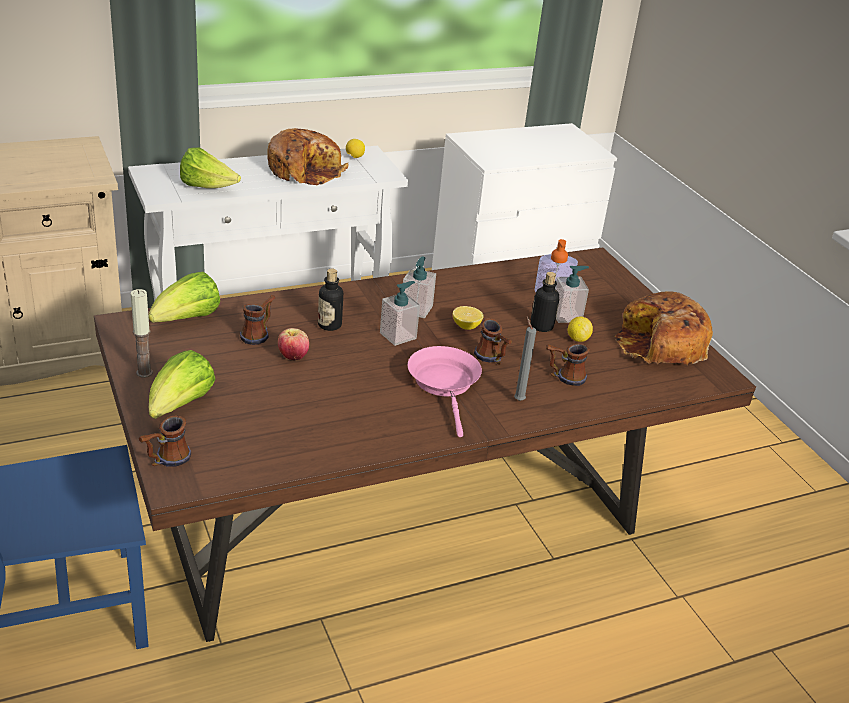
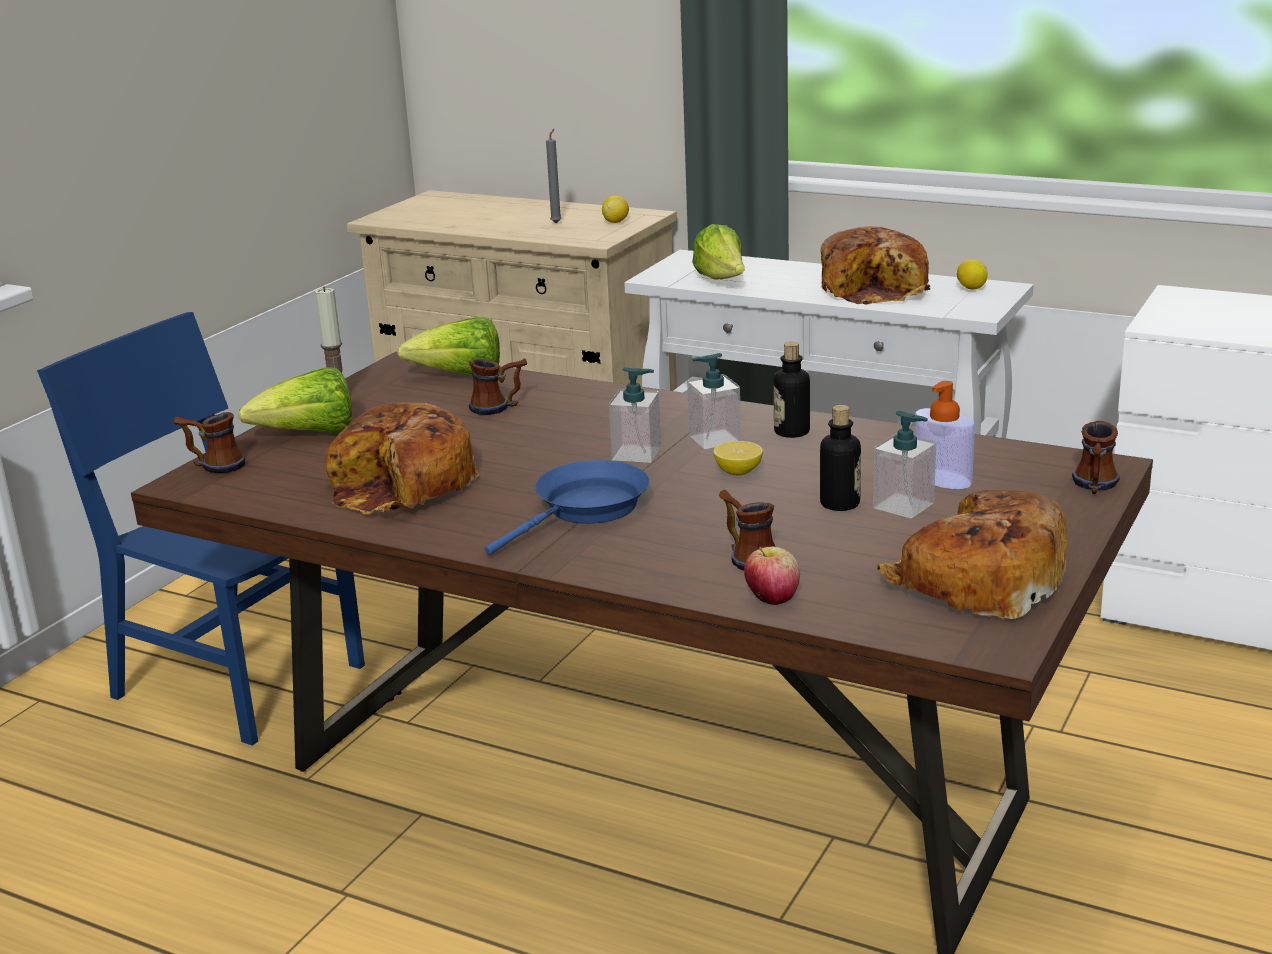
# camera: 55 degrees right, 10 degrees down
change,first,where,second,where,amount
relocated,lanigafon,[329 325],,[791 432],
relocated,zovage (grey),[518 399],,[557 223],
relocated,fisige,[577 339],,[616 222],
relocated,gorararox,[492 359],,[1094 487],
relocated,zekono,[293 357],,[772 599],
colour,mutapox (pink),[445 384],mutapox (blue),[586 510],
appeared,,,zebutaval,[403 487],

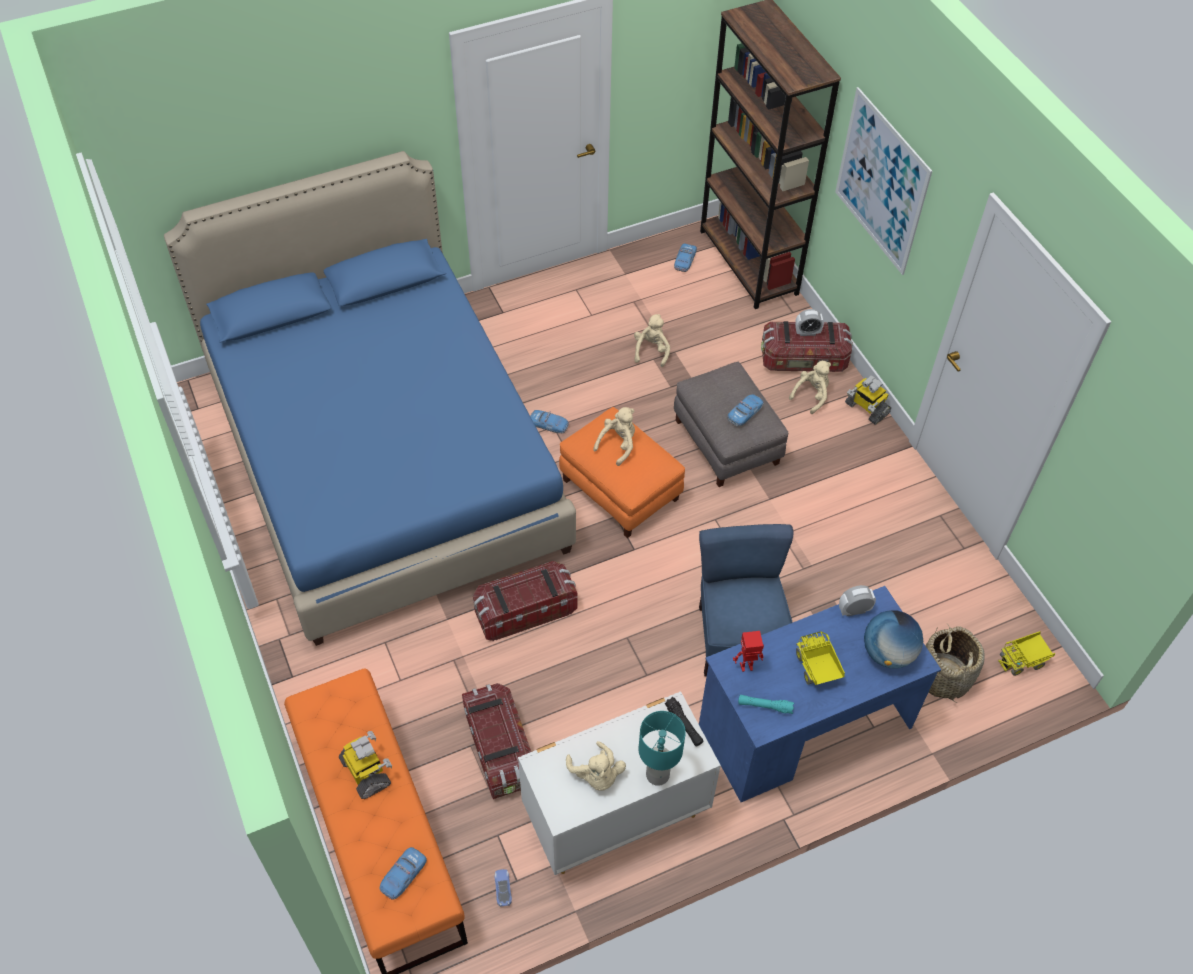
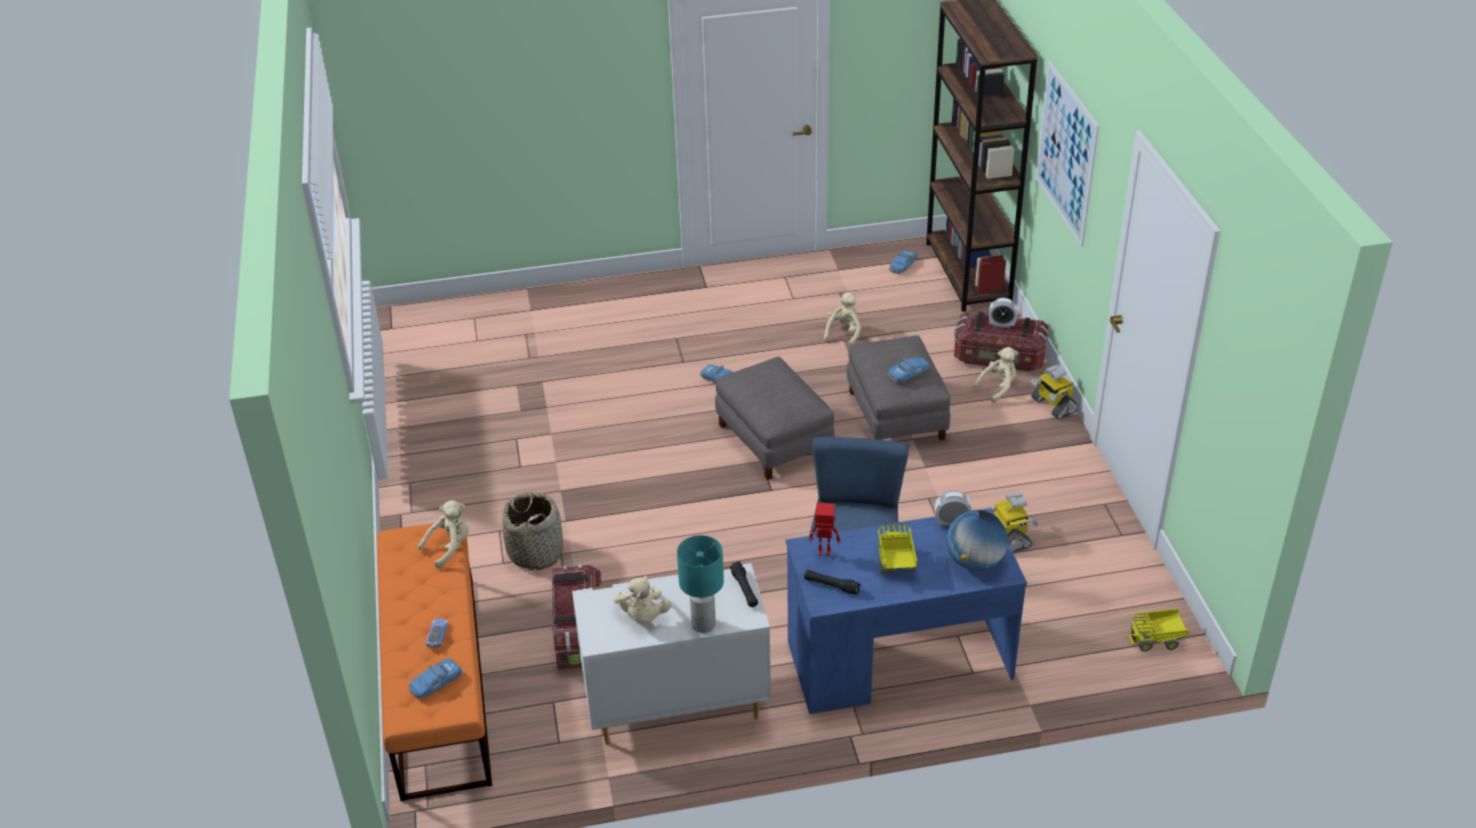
# camera: 15 degrees right, 15 degrees down
change,first,where,second,where,amount
missing,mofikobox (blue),[384 460],,,
colour,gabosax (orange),[621 489],gabosax (grey),[775 440],
relocated,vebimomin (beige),[618 444],,[449 547],
missing,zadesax,[525 611],,,
relocated,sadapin,[942 676],,[536 552],
colour,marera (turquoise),[765 706],marera (black),[831 586],
relocated,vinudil,[367 772],,[1009 536],
relocated,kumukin,[503 889],,[437 635],

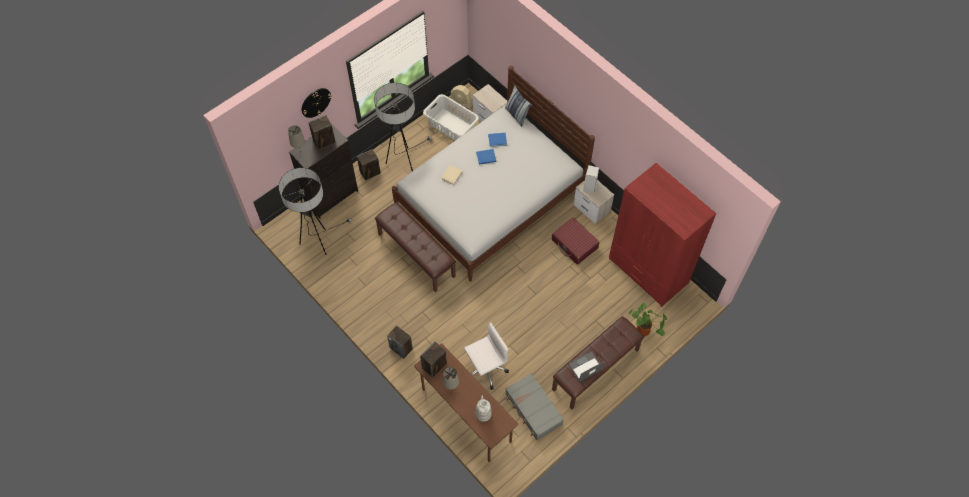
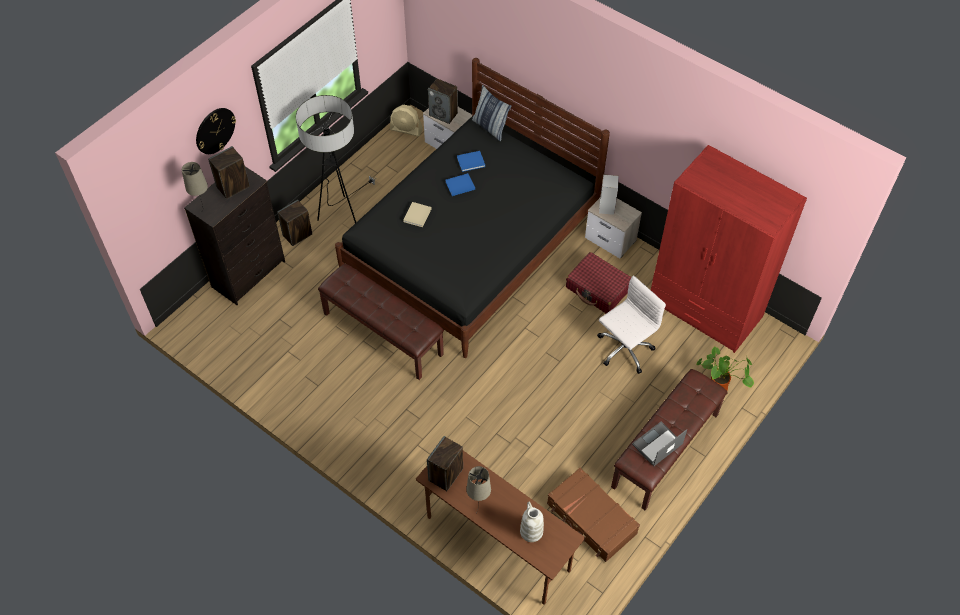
# camera: 10 degrees left, 5 degrees down
change,first,where,second,where,amount
colour,mofikobox (white),[490 199],mofikobox (black),[470 246],
missing,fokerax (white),[451 125],,,
missing,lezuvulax,[318 243],,,
relocated,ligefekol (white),[485 369],,[624 350],
relocated,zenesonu,[401 348],,[443 114],
colour,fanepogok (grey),[533 409],fanepogok (brown),[591 519],

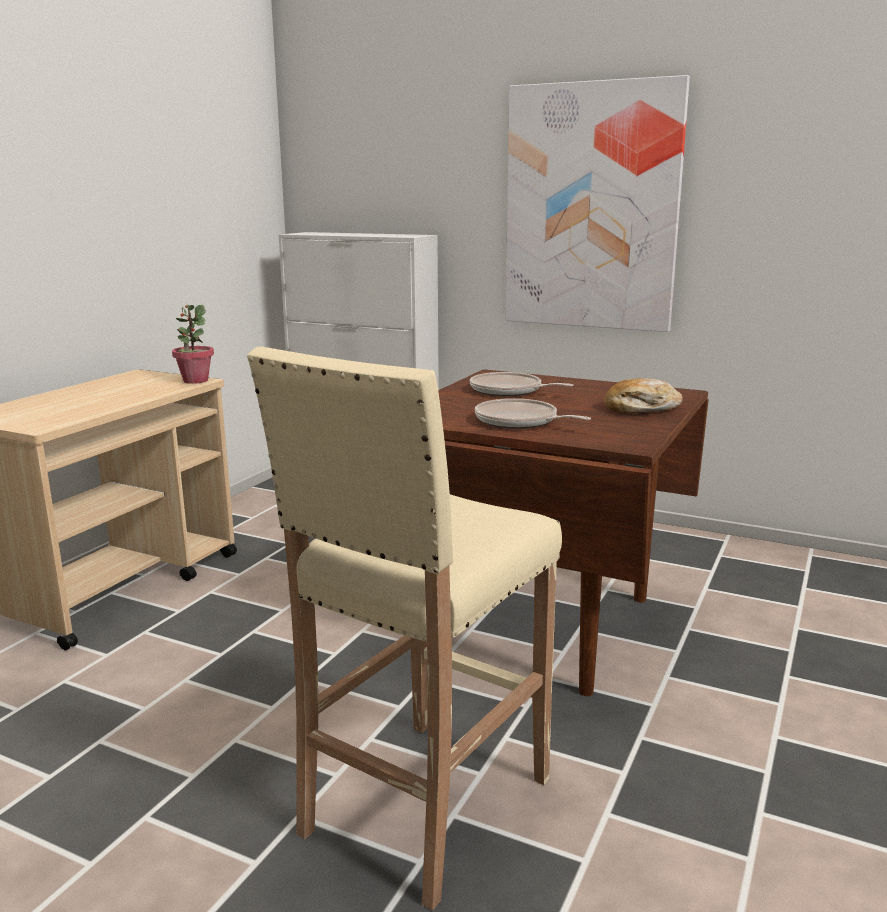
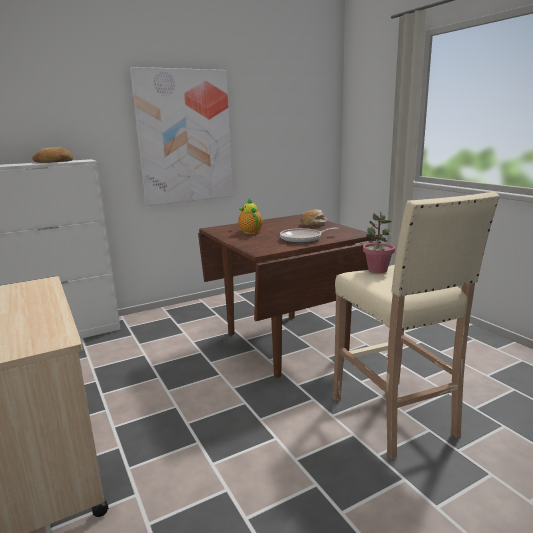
# camera: 55 degrees left, 0 degrees up
change,first,where,second,where,amount
relocated,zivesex,[195 380],,[377 270],
exchanged,mutapox,[509 391],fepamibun,[250 232],
appeared,,,zebutaval,[54 162],

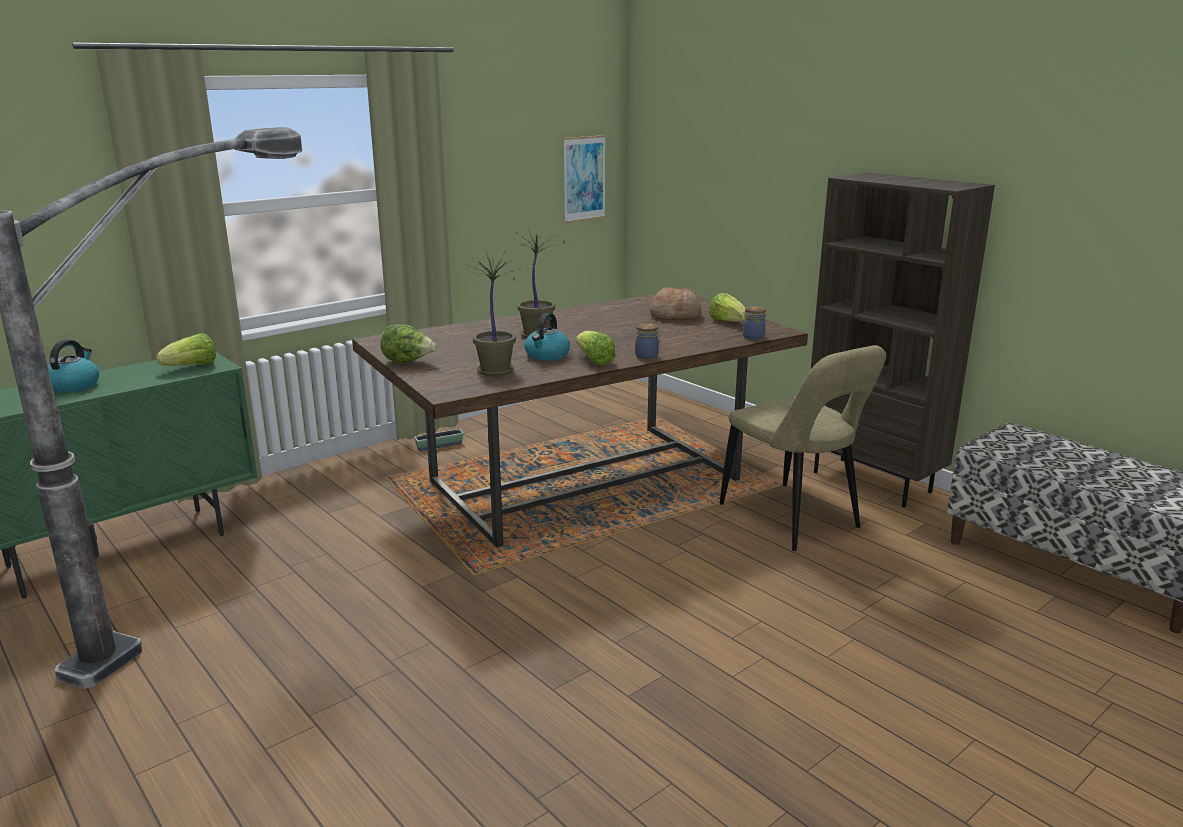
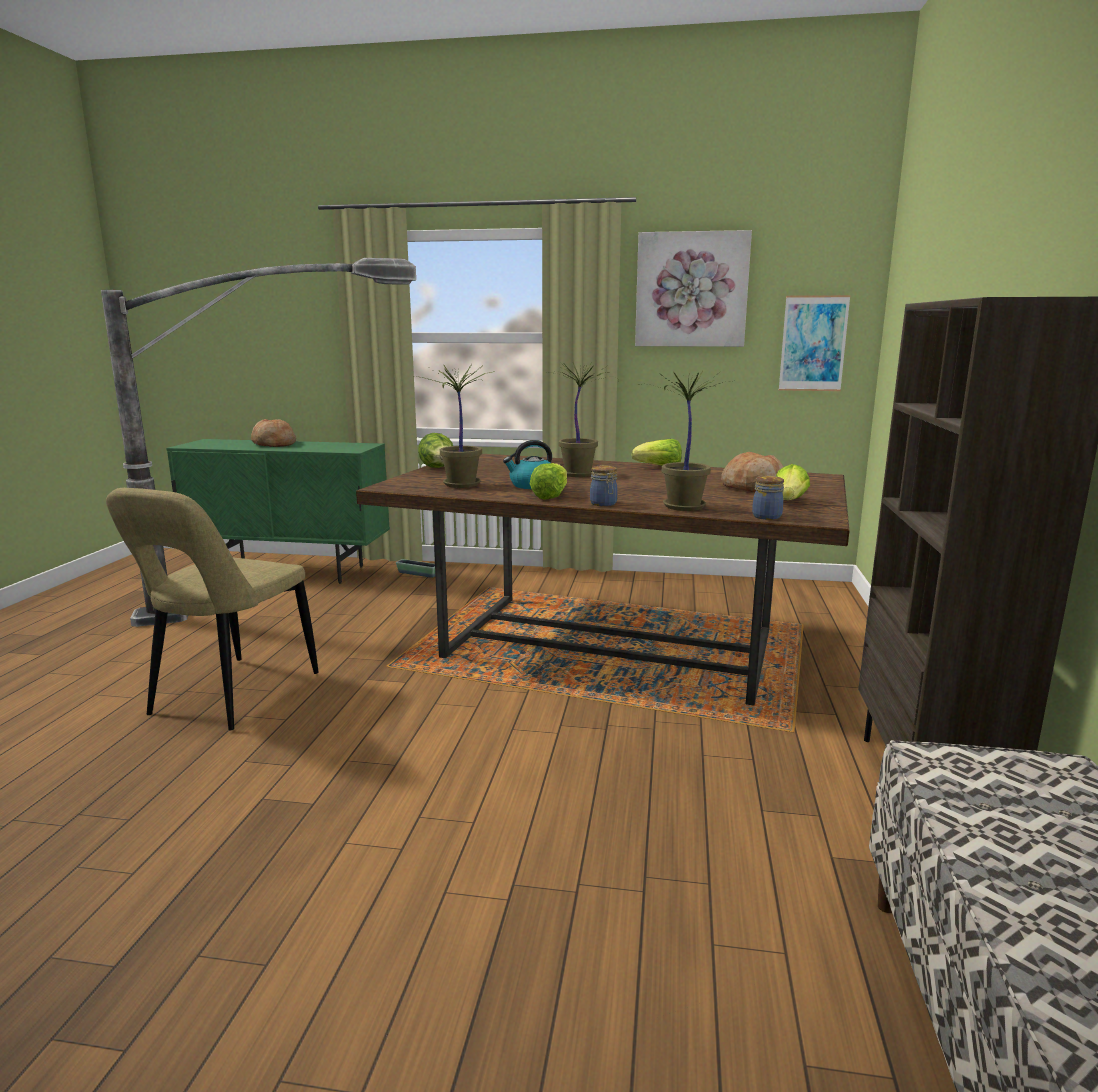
# camera: 50 degrees right, 5 degrees down
change,first,where,second,where,amount
relocated,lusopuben,[192 367],,[659 468],
exchanged,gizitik,[74 385],zebutaval,[274 444],
relocated,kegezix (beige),[793 519],,[230 696],
relocated,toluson,[439 446],,[417 574],
appeared,,,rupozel,[691 290],
appeared,,,zivesex,[682 506],

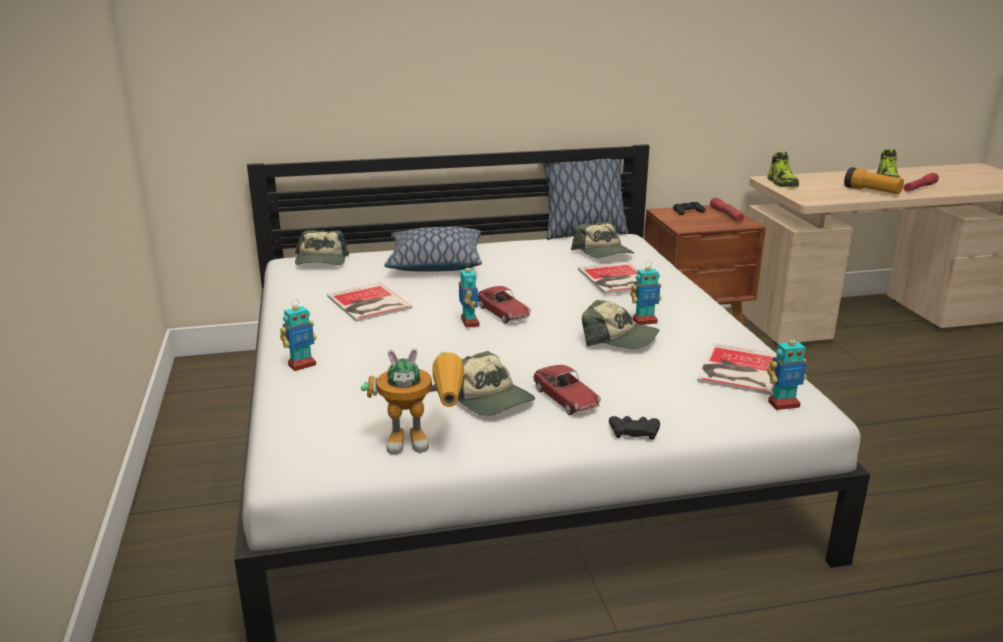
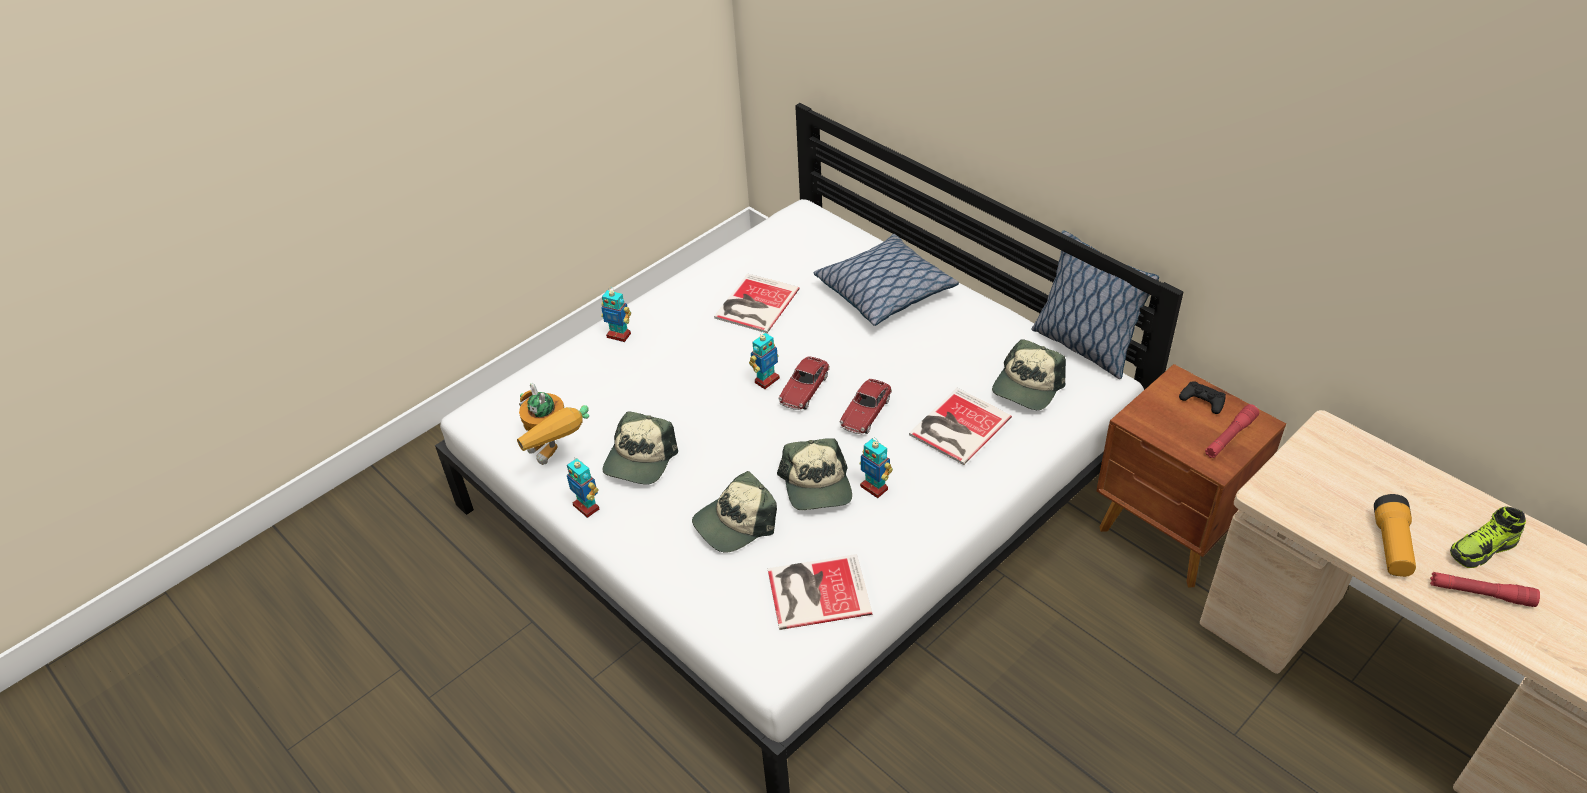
# camera: 60 degrees right, 20 degrees up
change,first,where,second,where,amount
missing,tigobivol,[782 183],,,
relocated,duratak,[321 261],,[735 523],
relocated,vinudil,[783 404],,[587 507],
relocated,kumukin,[565 399],,[865 413],
missing,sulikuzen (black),[634 431],,,

